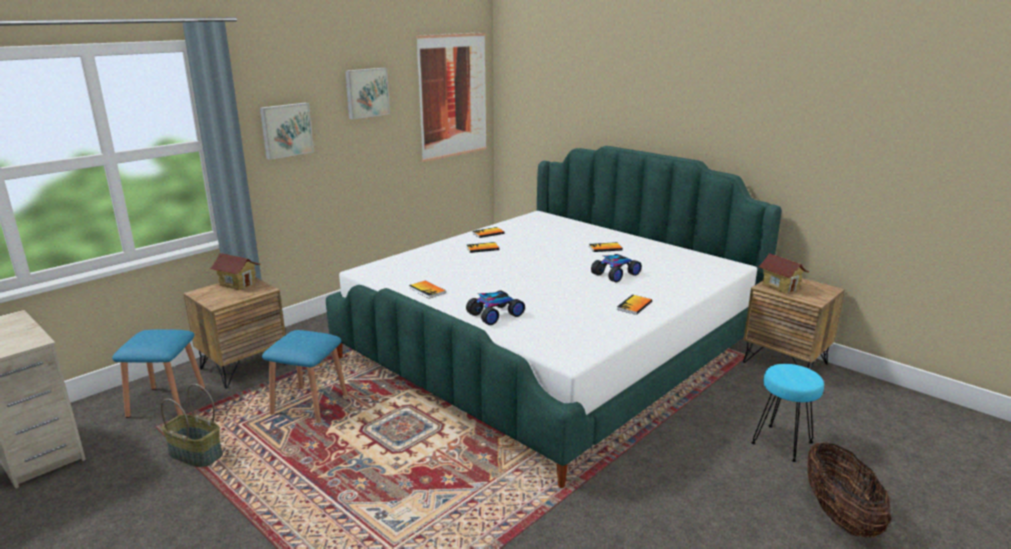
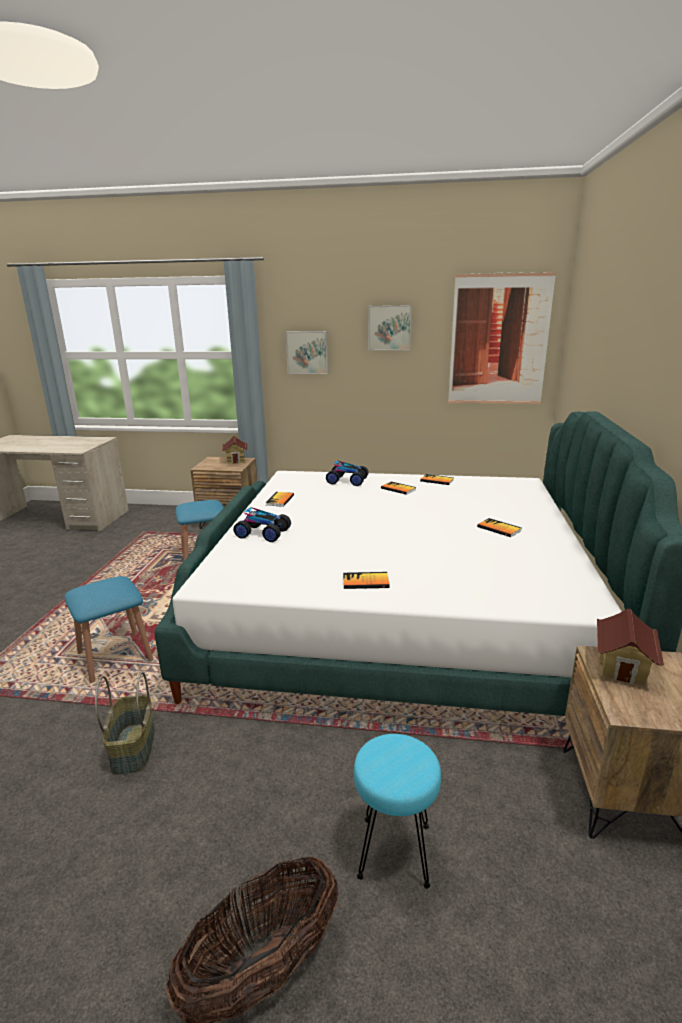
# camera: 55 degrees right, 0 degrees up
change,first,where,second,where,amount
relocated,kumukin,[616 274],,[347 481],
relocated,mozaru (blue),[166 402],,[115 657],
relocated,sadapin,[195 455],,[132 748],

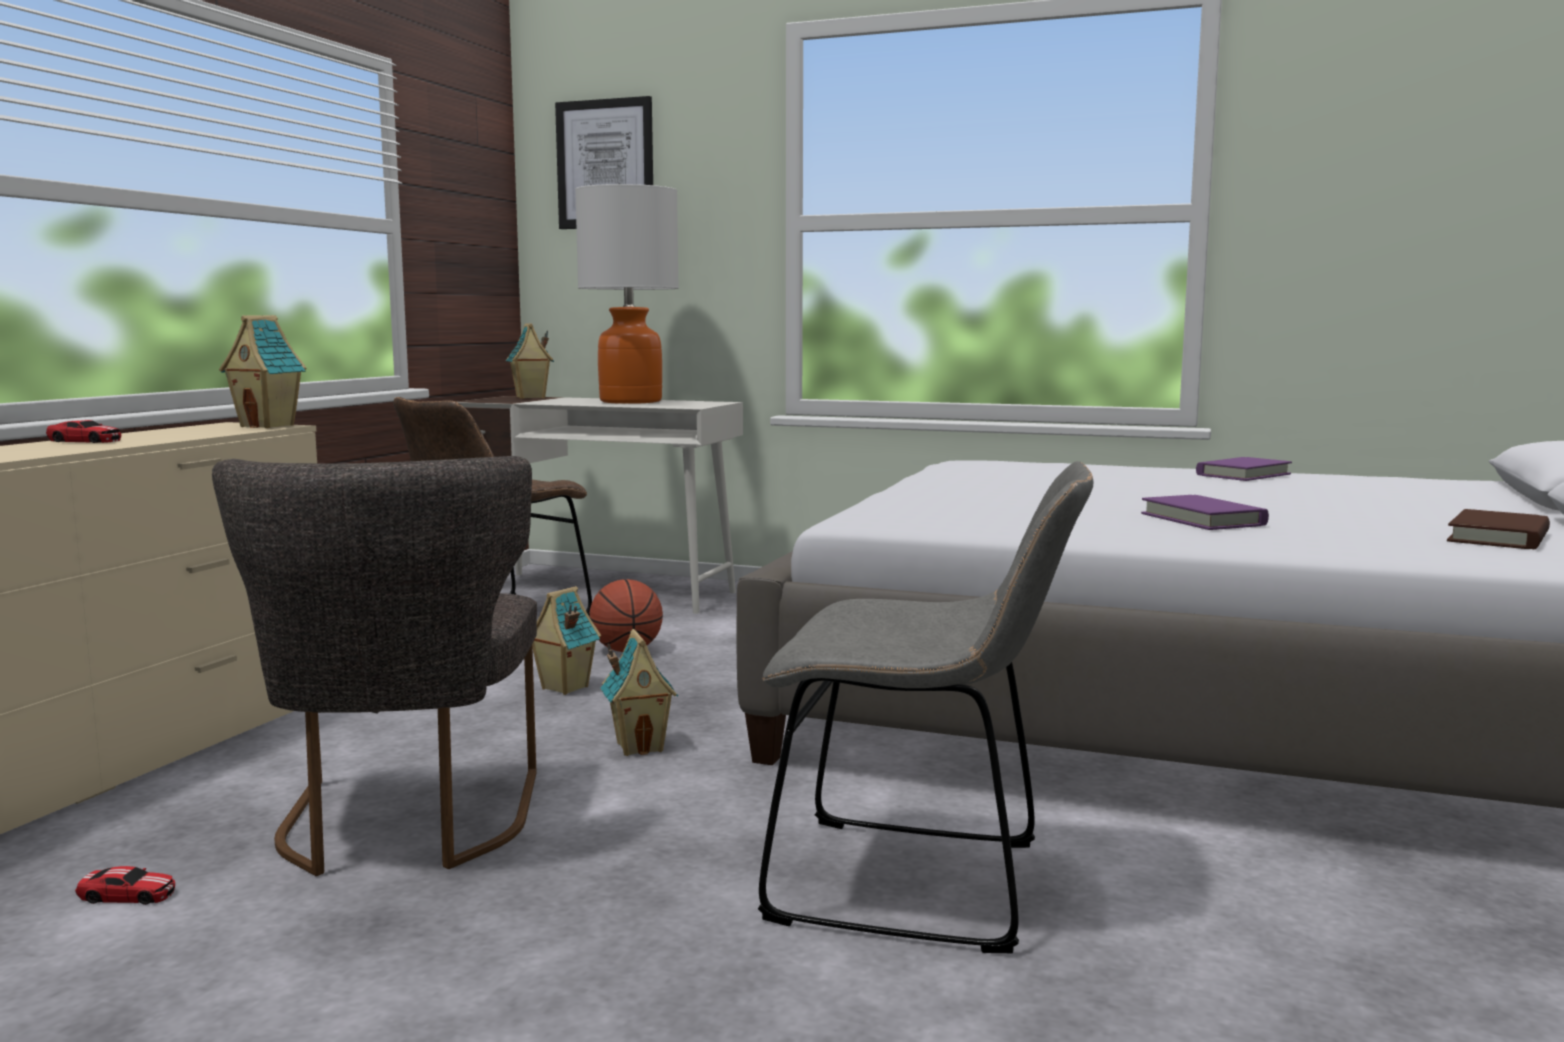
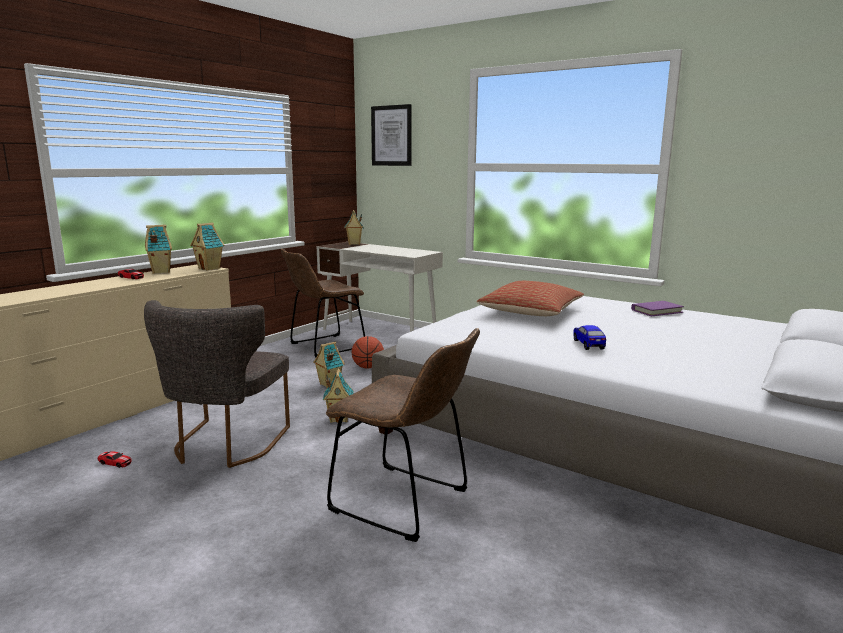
# camera: 15 degrees right, 5 degrees up
change,first,where,second,where,amount
missing,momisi,[630 401],,,
colour,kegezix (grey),[923 884],kegezix (brown),[405 503],
exchanged,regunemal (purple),[1202 519],kumukin,[588 344],
missing,regunemal (brown),[1498 537],,,
appeared,,,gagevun,[160 272],
appeared,,,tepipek,[530 312],

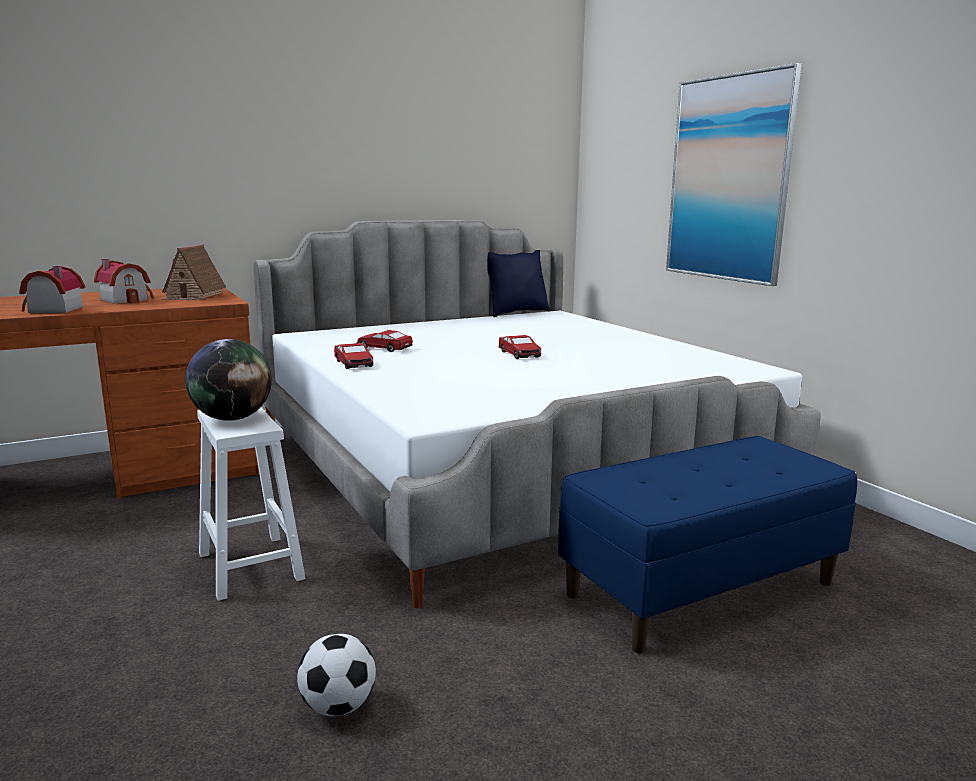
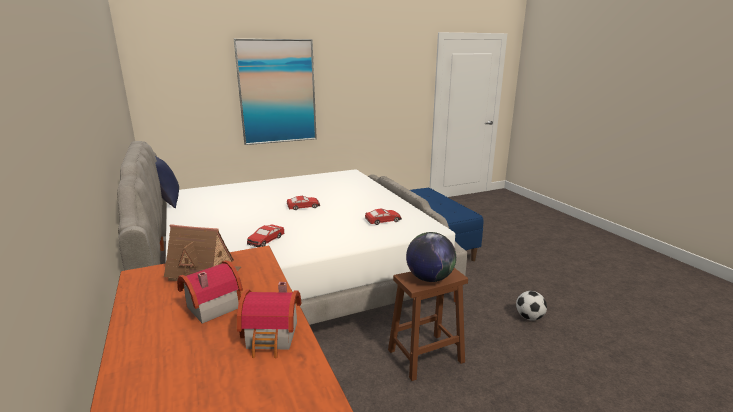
# camera: 85 degrees left, 5 degrees up
change,first,where,second,where,amount
relocated,kumukin,[353 363],,[383 221],
colour,mozaru (white),[249 565],mozaru (brown),[424 356],

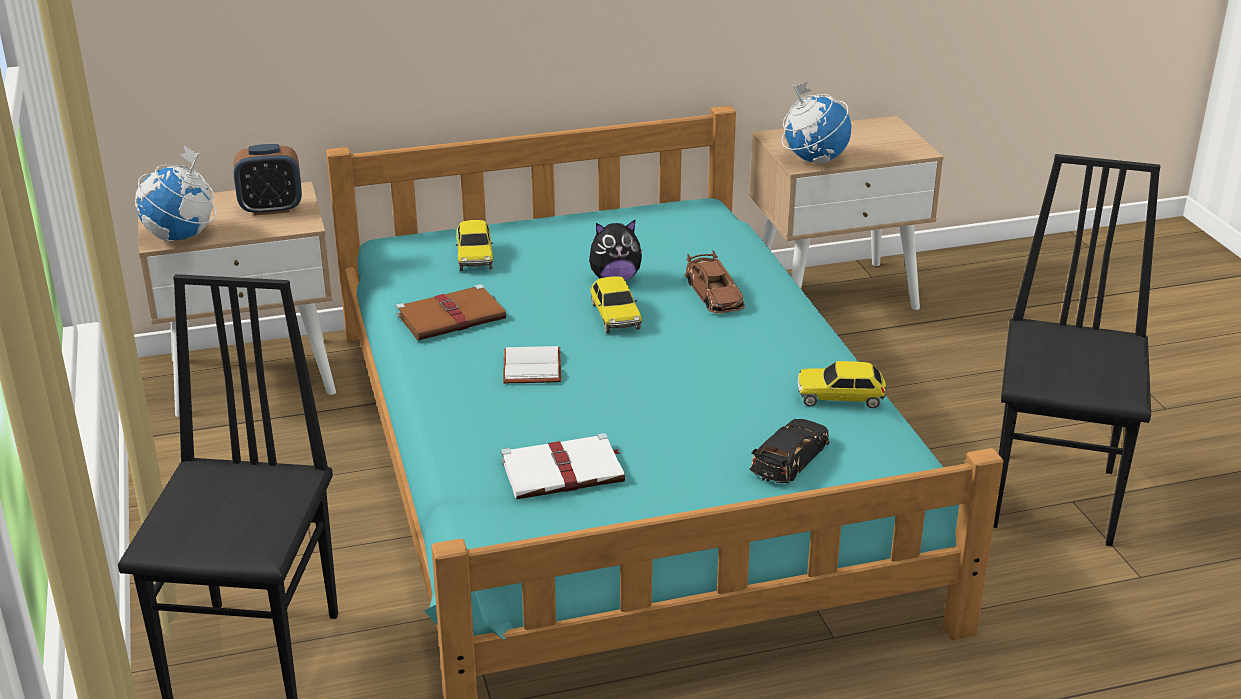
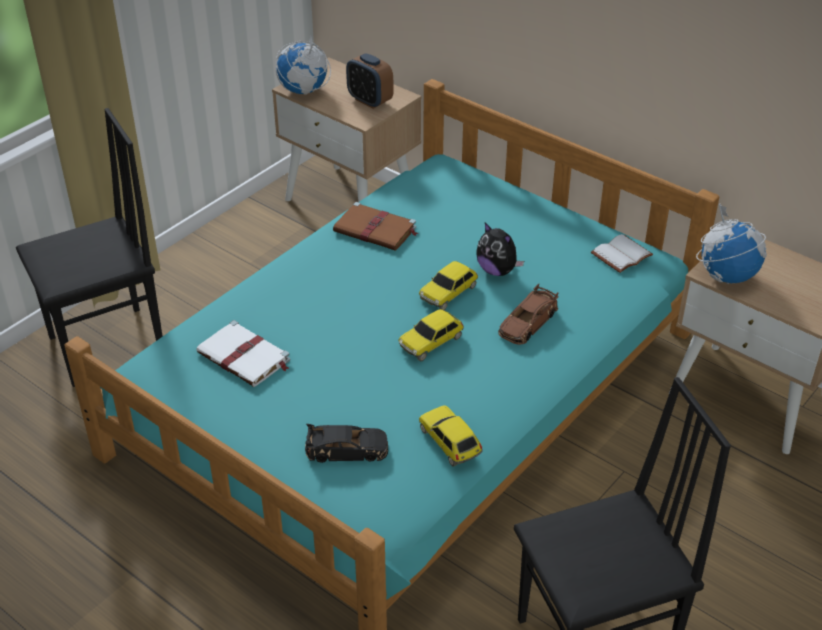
# camera: 55 degrees right, 10 degrees up
change,first,where,second,where,amount
relocated,kumukin,[475 256],,[431 342],
relocated,regunemal (white),[534 368],,[622 256],

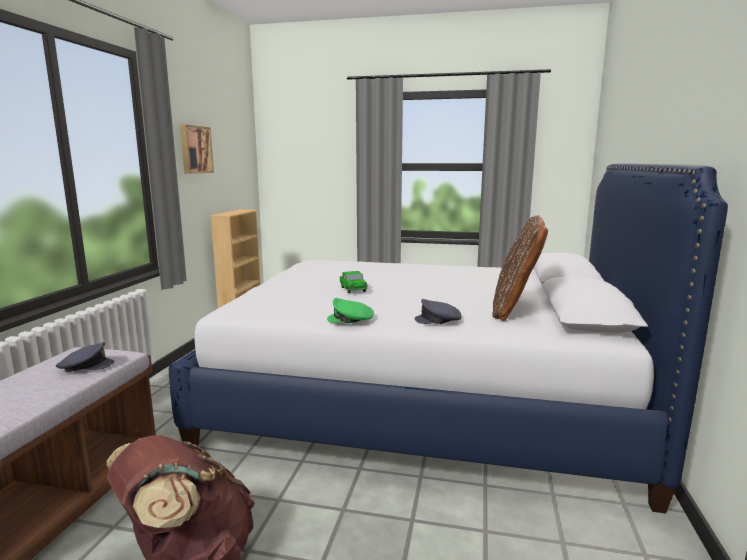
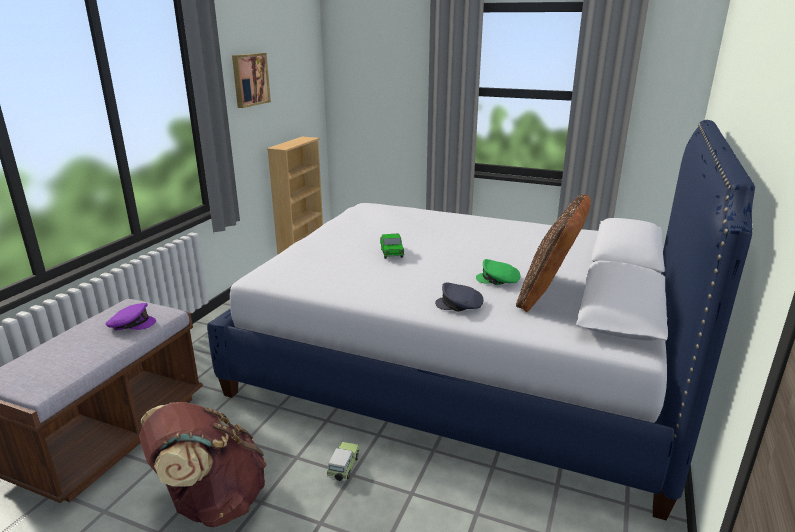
# camera: 10 degrees right, 10 degrees up
change,first,where,second,where,amount
relocated,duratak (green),[351 320],,[498 280],
colour,duratak (grey),[85 366],duratak (purple),[131 324],
appeared,,,kumukin,[343 468],

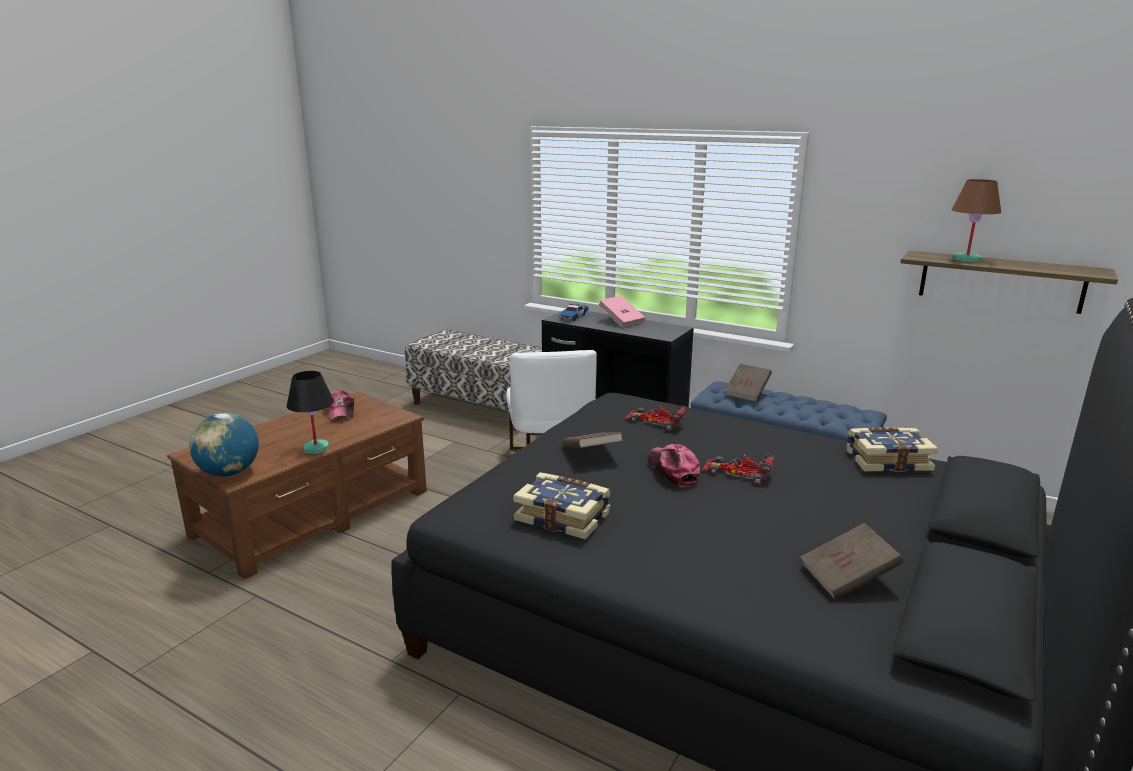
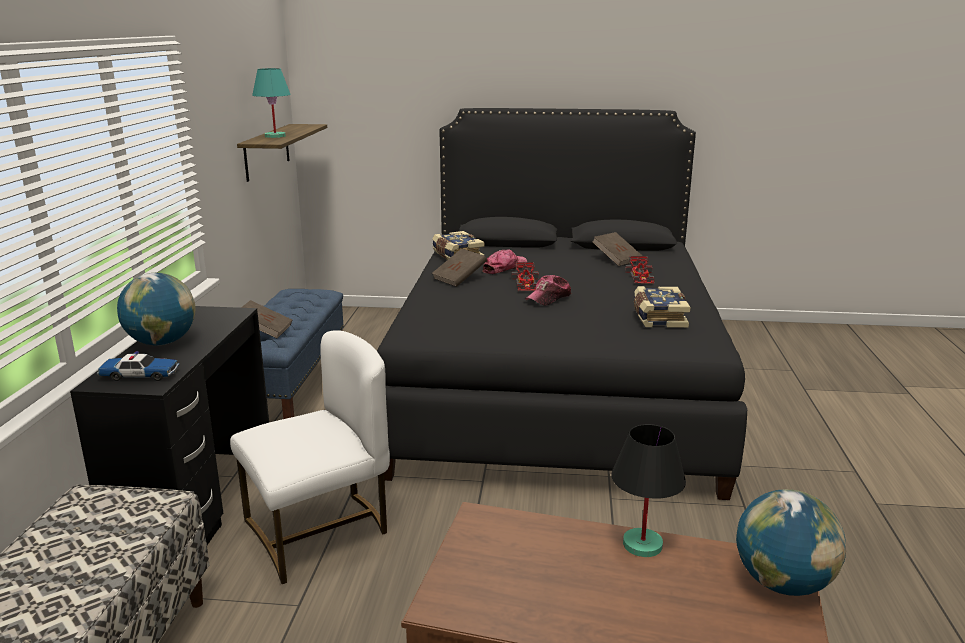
# camera: 115 degrees left, 0 degrees up
change,first,where,second,where,amount
colour,momisi (brown),[966 259],momisi (turquoise),[275 136],
exchanged,regunemal (pink),[621 321],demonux,[162 342],
relocated,duratak,[341 411],,[504 268],
relocated,kumukin,[655 421],,[640 277],
relocated,regunemal (brown),[591 454],,[459 279],

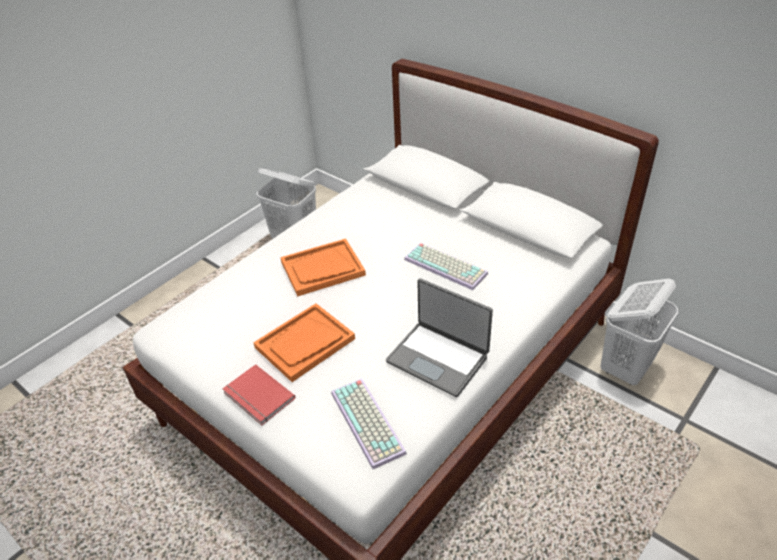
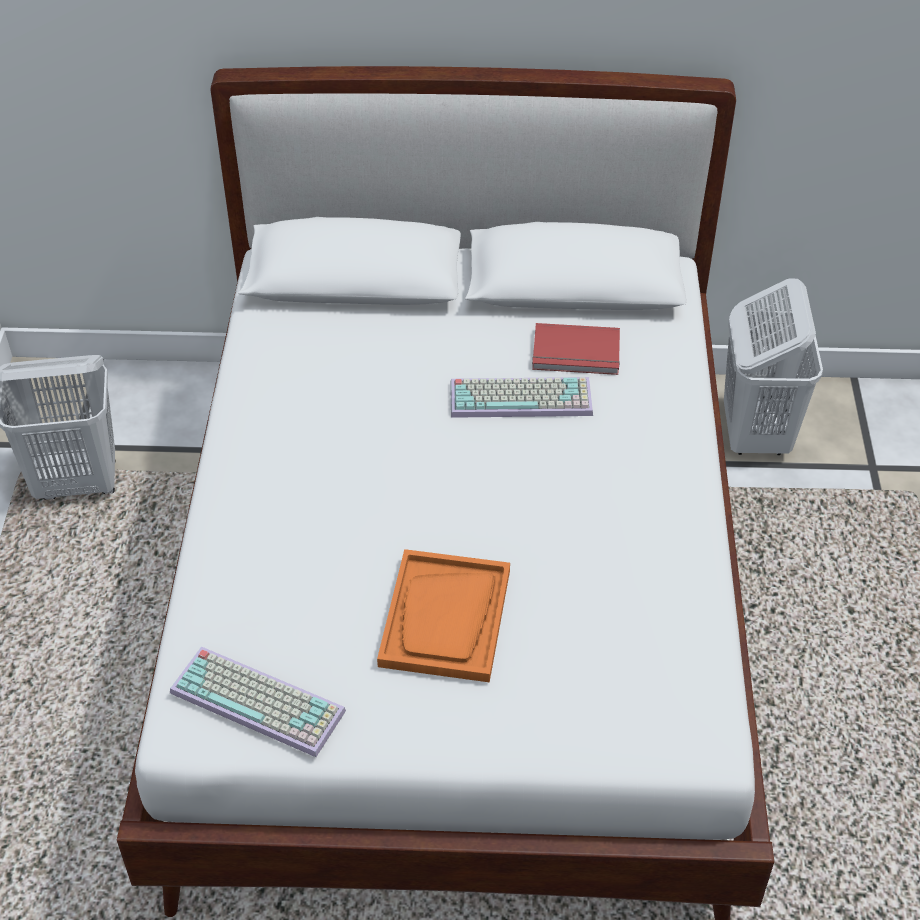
# camera: 40 degrees left, 5 degrees up
change,first,where,second,where,amount
missing,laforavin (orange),[322 269],,,
missing,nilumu,[438 358],,,
relocated,regunemal (red),[257 397],,[576 354],
relocated,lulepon,[369 422],,[261 700],

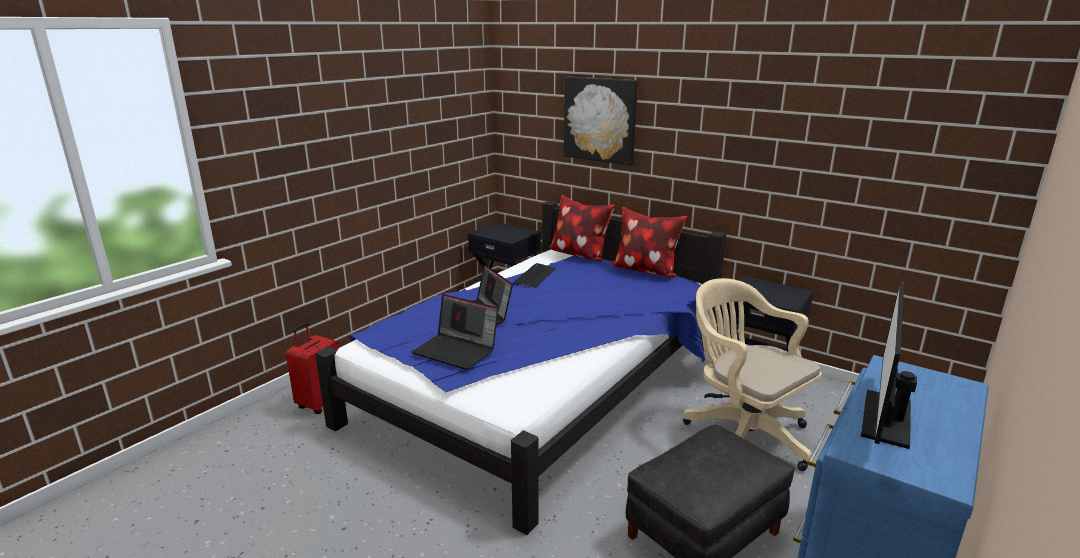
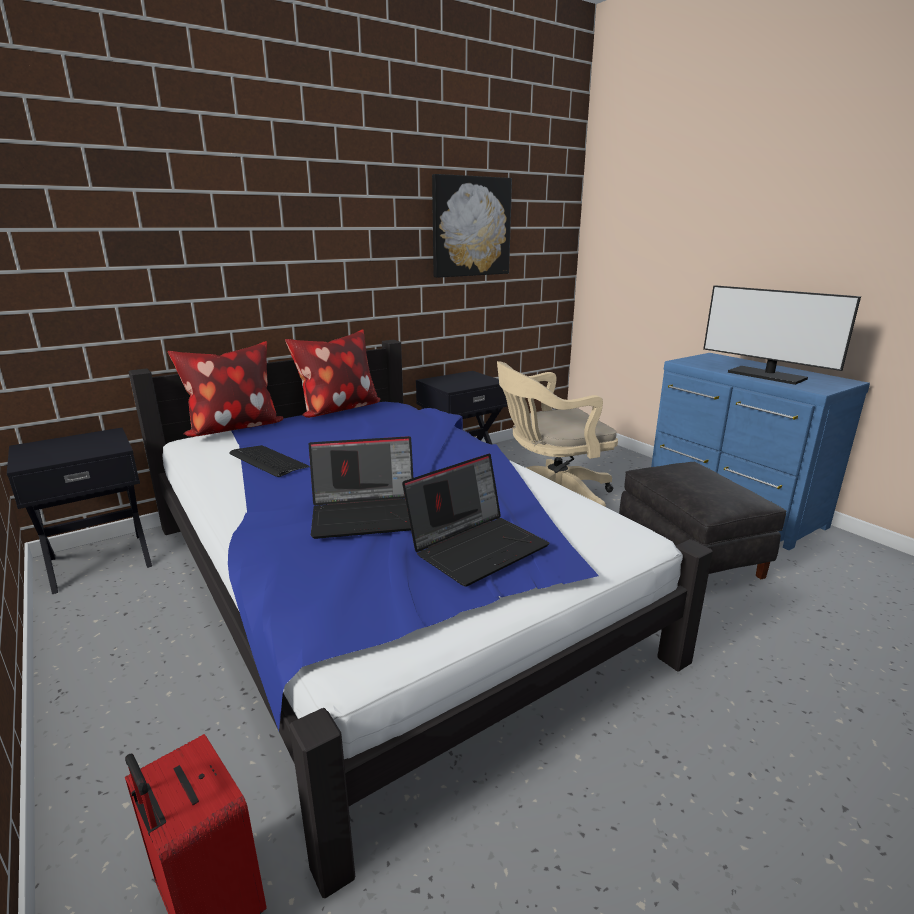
# camera: 70 degrees left, 0 degrees up
change,first,where,second,where,amount
relocated,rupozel,[600 120],,[471 227],

